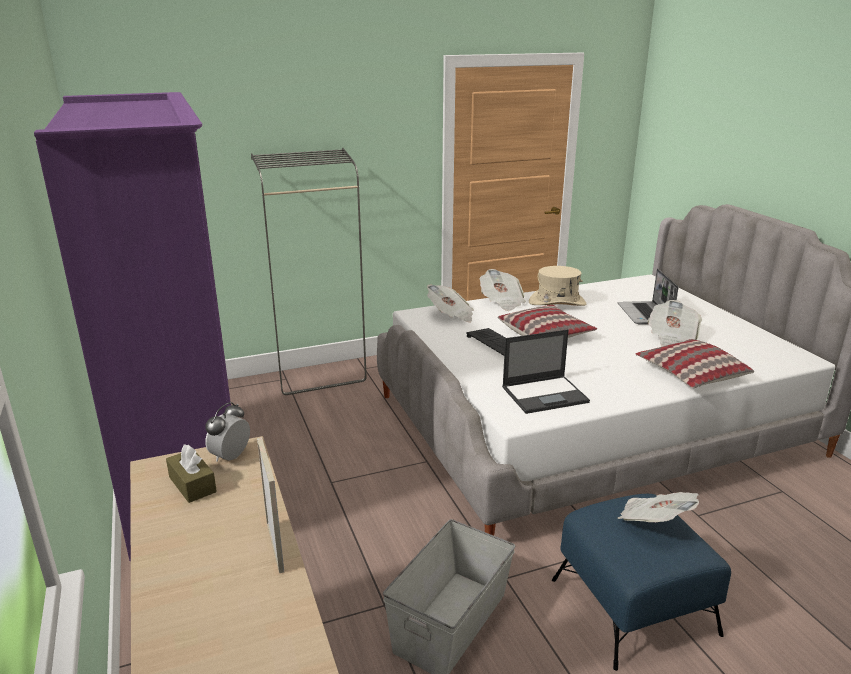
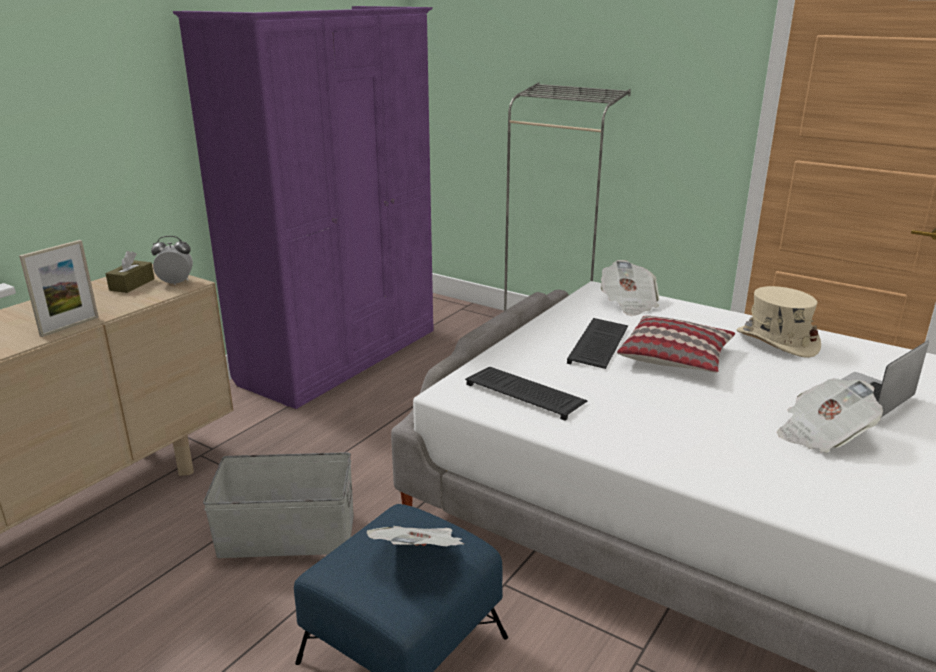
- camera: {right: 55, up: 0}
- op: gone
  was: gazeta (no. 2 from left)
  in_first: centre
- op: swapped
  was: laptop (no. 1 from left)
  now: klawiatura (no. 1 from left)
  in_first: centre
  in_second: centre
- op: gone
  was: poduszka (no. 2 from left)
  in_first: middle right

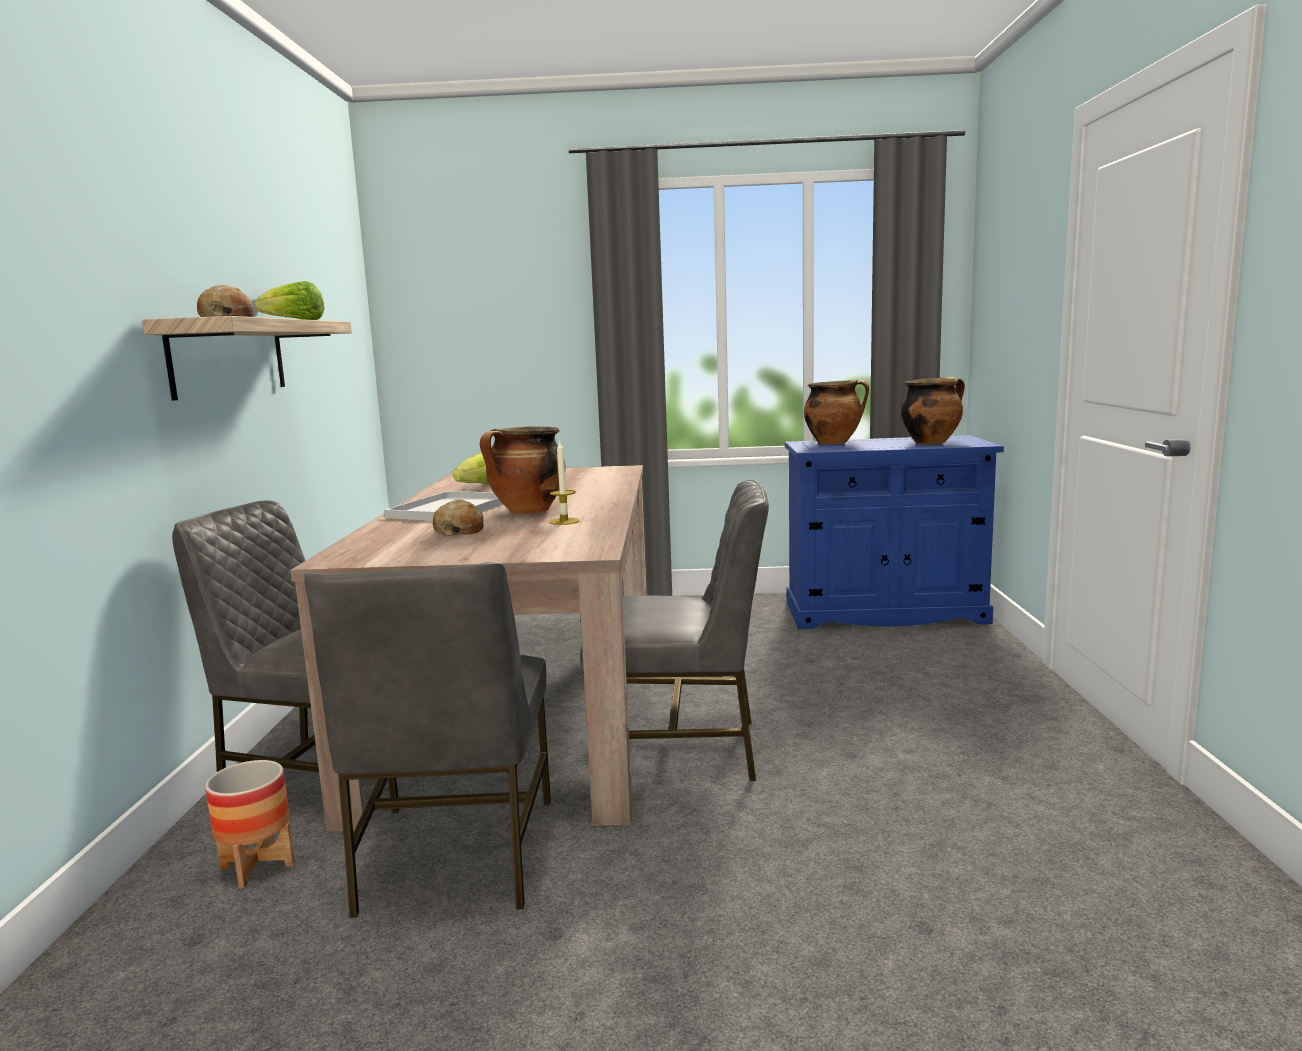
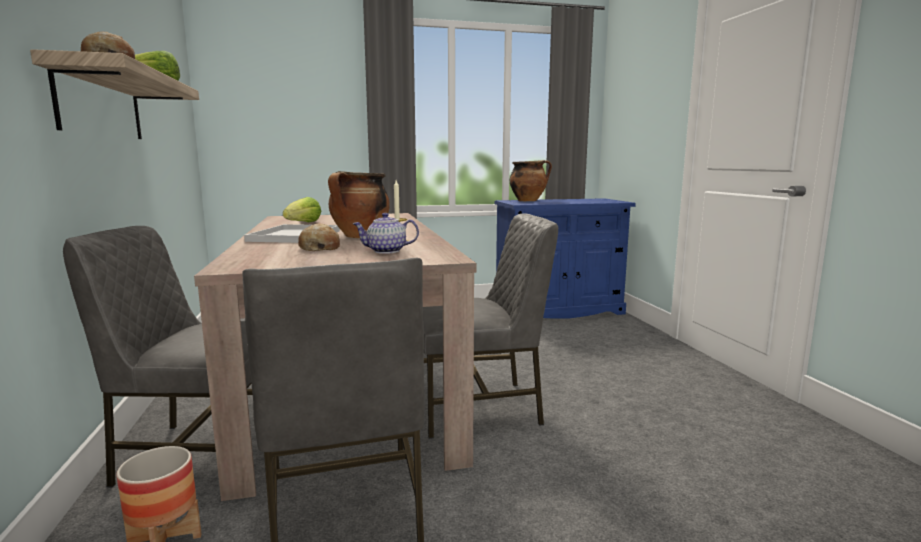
- camera: {right: -15, up: 0}
- op: gone
  was: garnek (no. 3 from left)
  in_first: middle right
- op: new
  now: imbryk
  in_second: centre

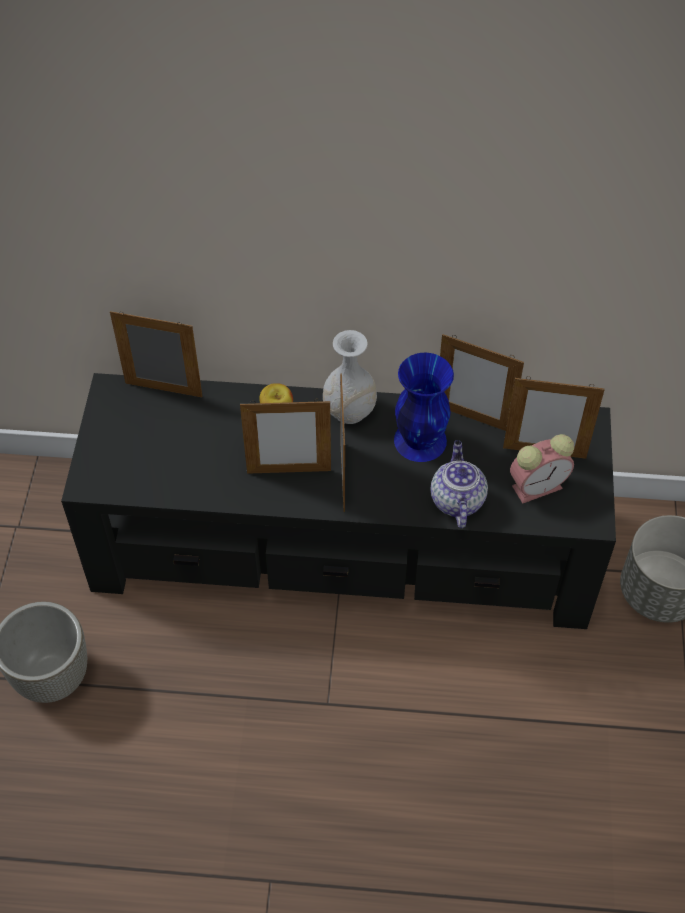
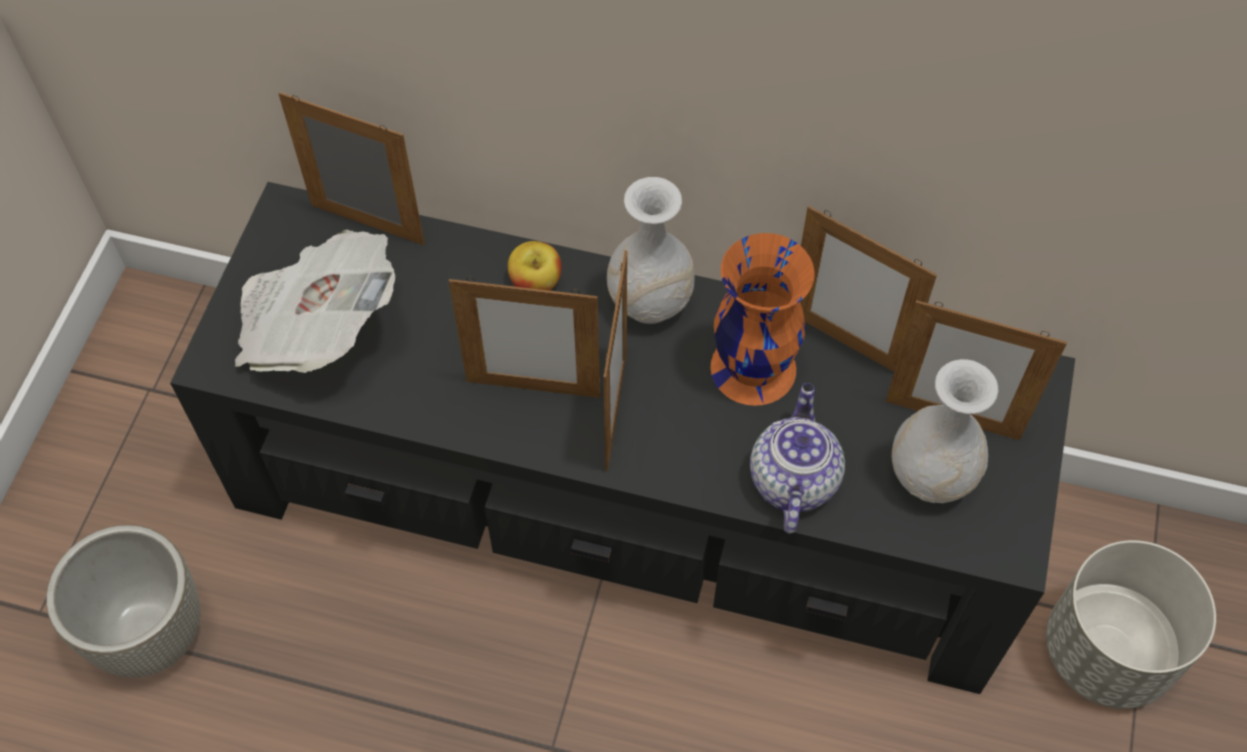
- camera: {right: 10, up: 5}
- op: repainted
  was: wazon/niebieski
  now: wazon/pomarańczowy
  in_first: centre
  in_second: centre
- op: swapped
  was: budzik
  now: wazon/biały (no. 2 from left)
  in_first: middle right
  in_second: middle right
- op: new
  now: gazeta
  in_second: middle left

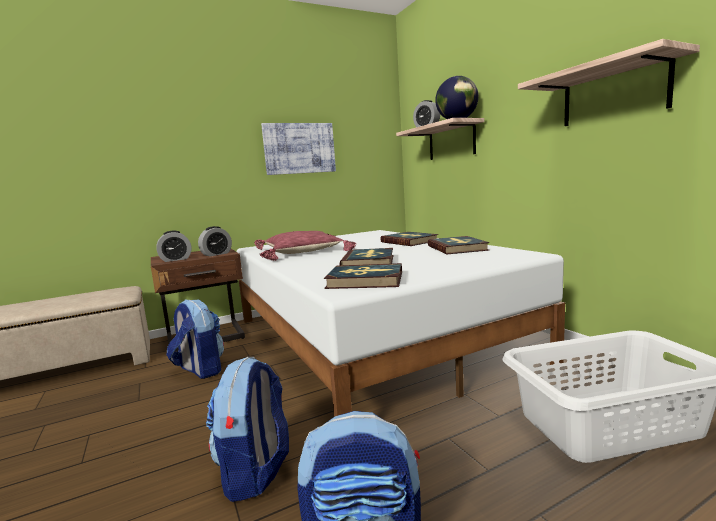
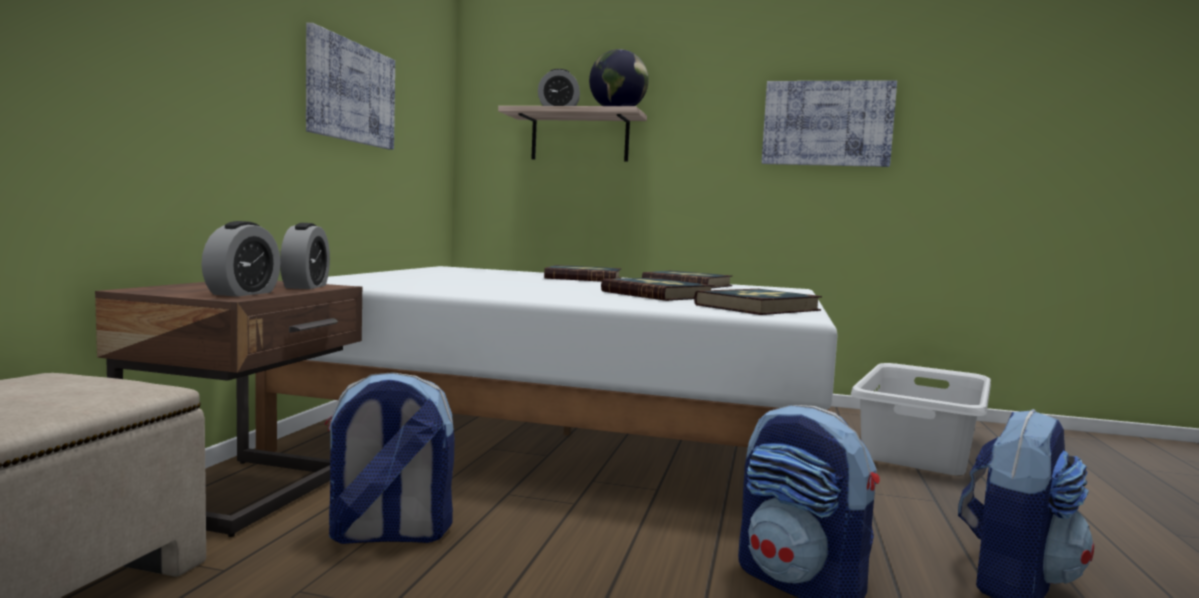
- camera: {right: -50, up: -5}
- op: swapped
  was: półka (no. 2 from left)
  now: obraz (no. 2 from left)
  in_first: top right
  in_second: top right
- op: gone
  was: poduszka/czerwony
  in_first: centre

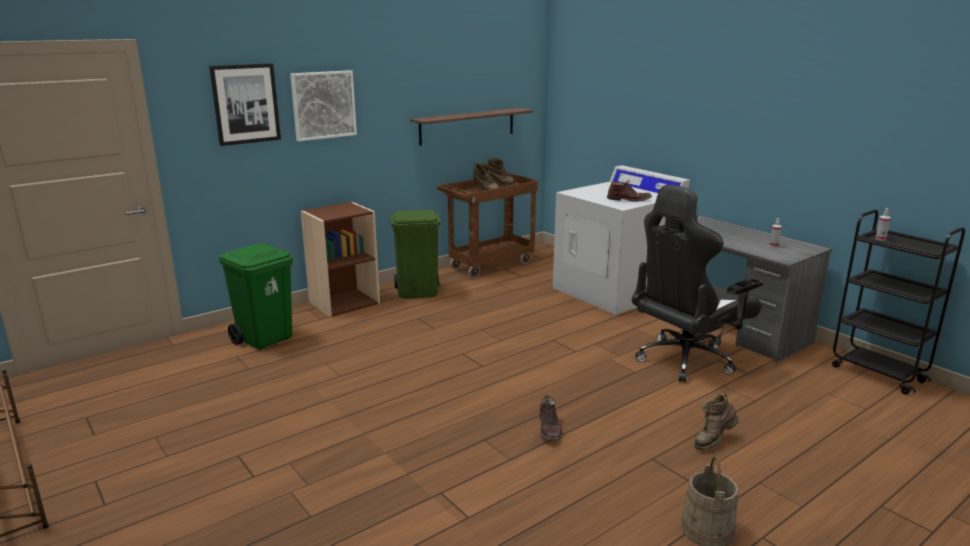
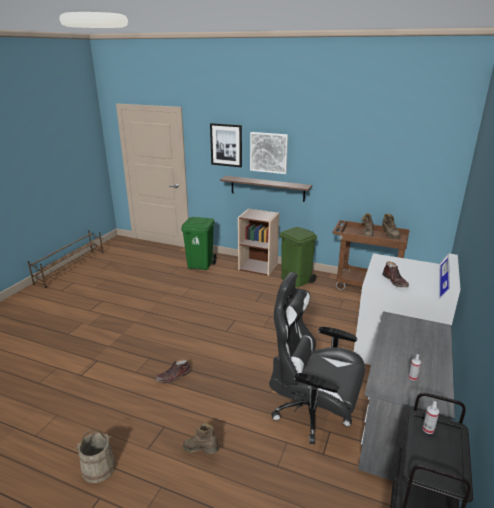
- camera: {right: 60, up: 5}
- op: shifted
  was: półka
  in_first: top centre
  in_second: centre

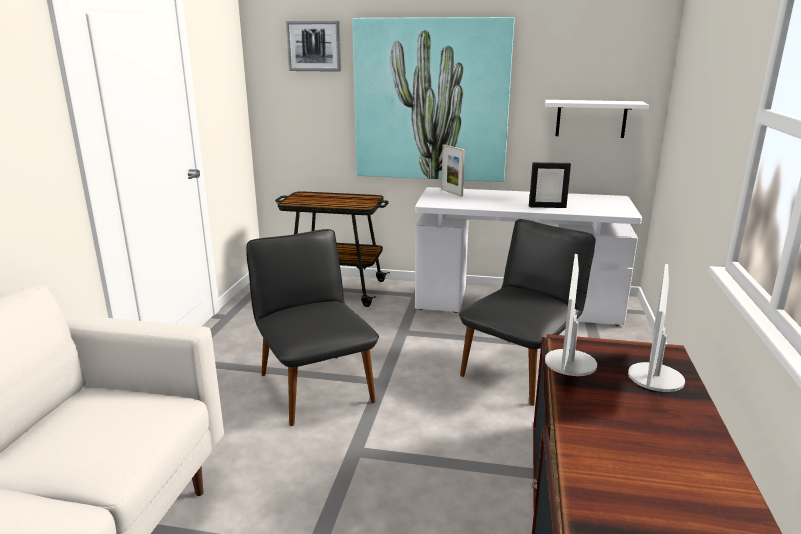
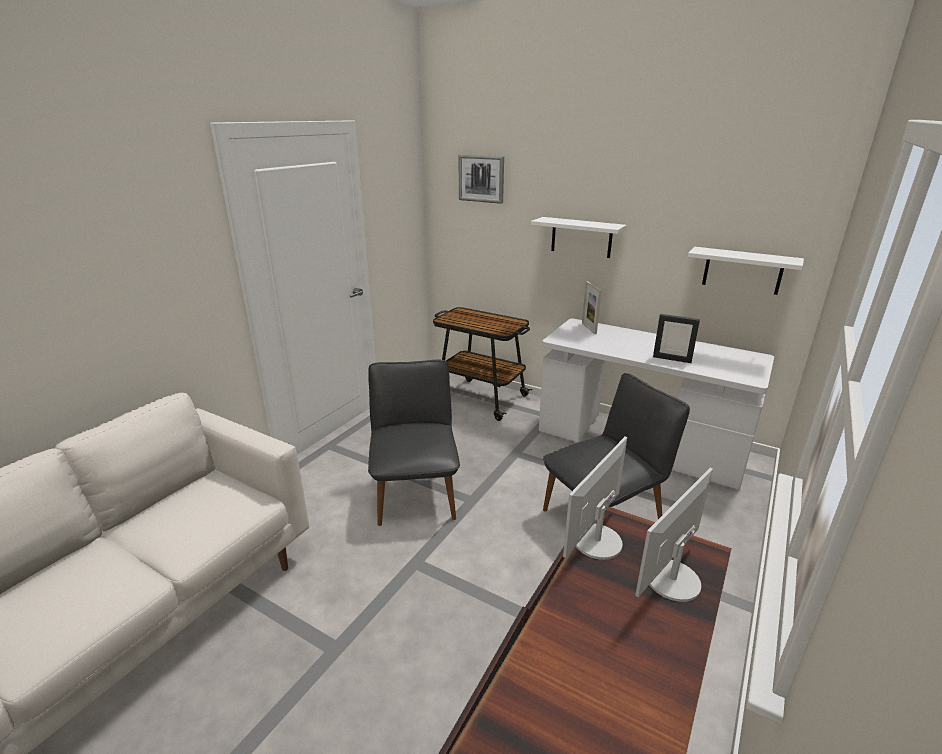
- camera: {right: 20, up: 5}
- op: swapped
  was: obraz (no. 2 from left)
  now: półka/biały (no. 1 from left)
  in_first: top centre
  in_second: top centre

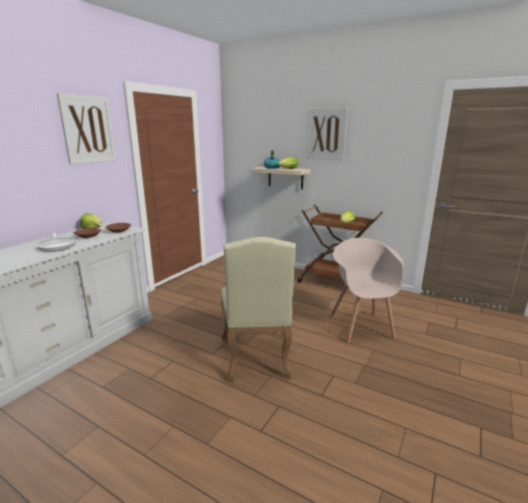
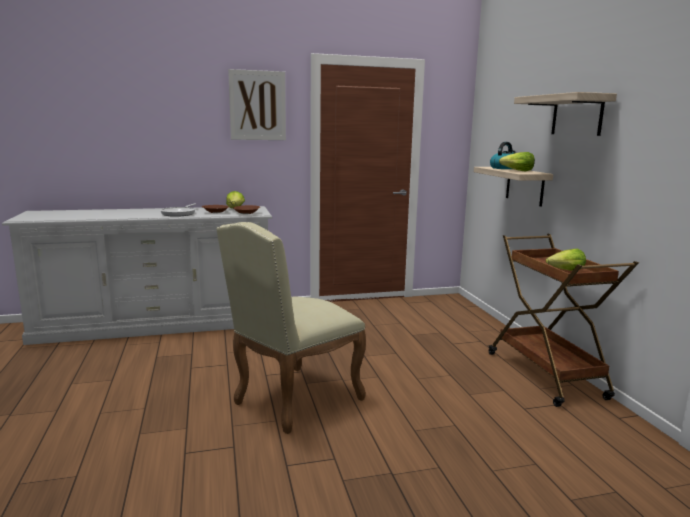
- camera: {right: 45, up: -5}
- op: swapped
  was: obraz (no. 2 from left)
  now: półka (no. 2 from left)
  in_first: top centre
  in_second: top right
- op: gone
  was: krzesło/beżowy (no. 2 from left)
  in_first: middle right

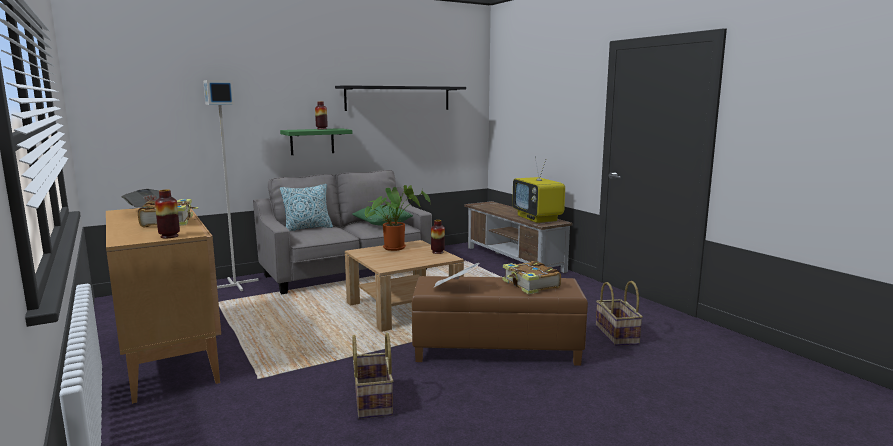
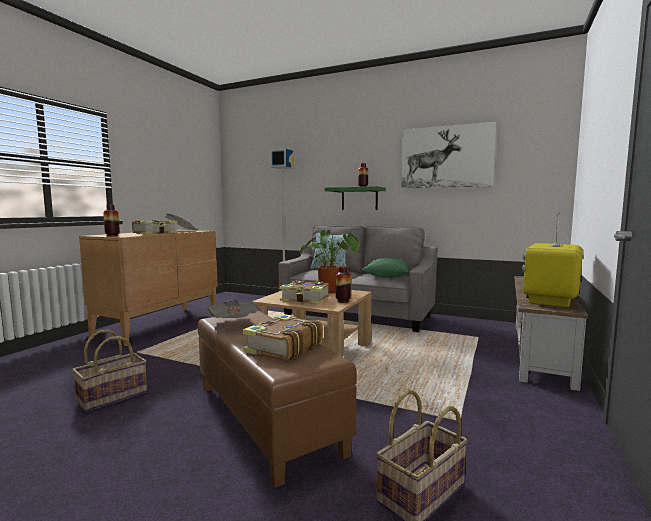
- camera: {right: 55, up: -5}
- op: swapped
  was: półka/czarny
  now: obraz
  in_first: top centre
  in_second: top right
- op: new
  now: książka (no. 3 from left)
  in_second: centre

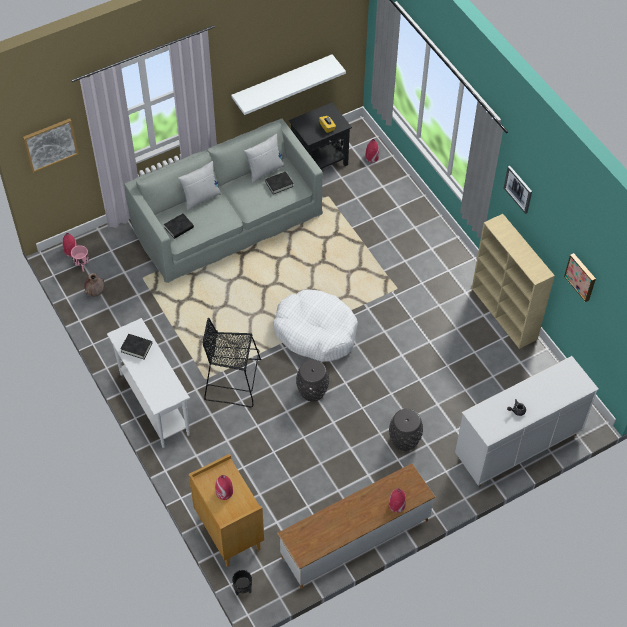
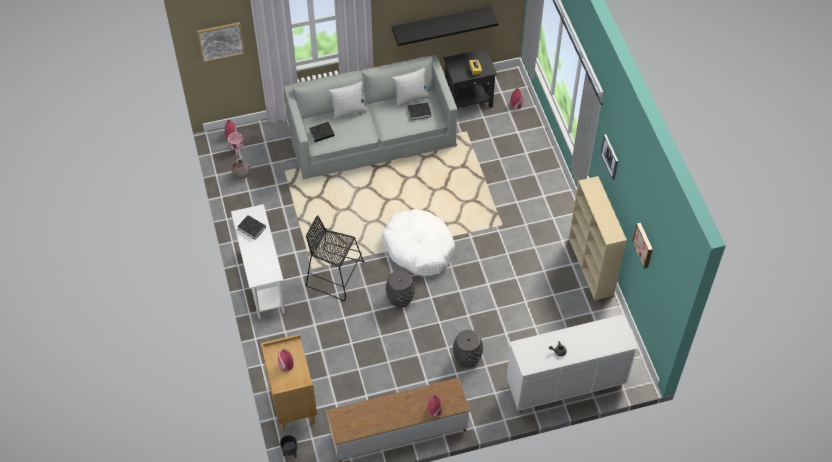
- camera: {right: 15, up: 0}
- op: repainted
  was: półka/biały
  now: półka/czarny
  in_first: top centre
  in_second: top centre

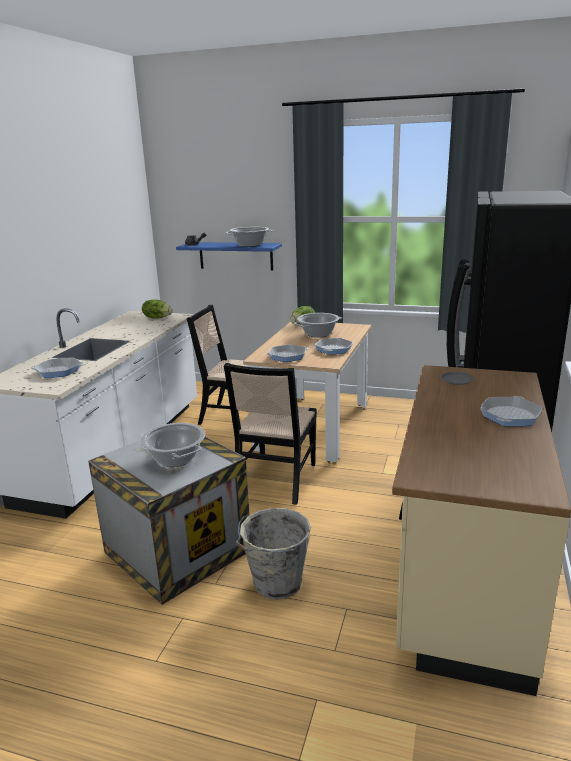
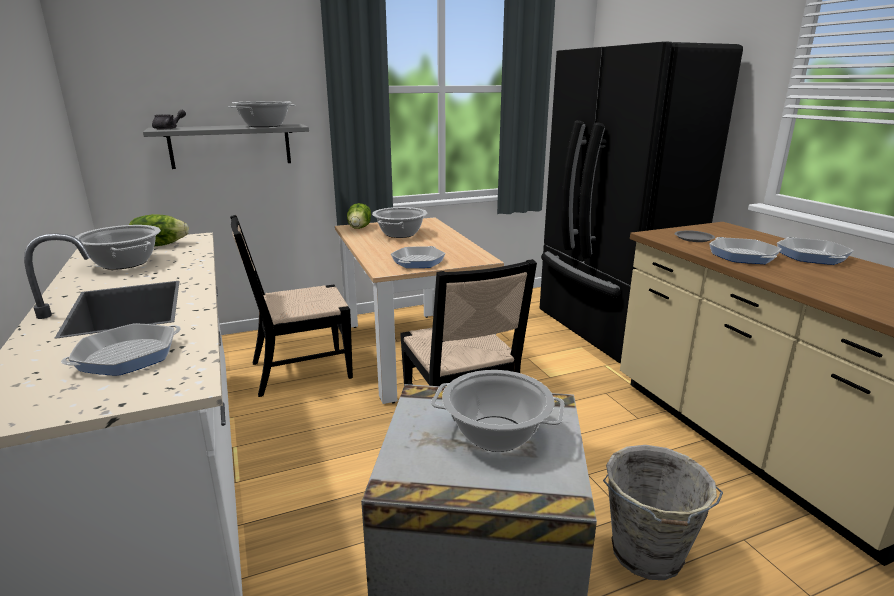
- camera: {right: -40, up: 0}
- op: repainted
  was: półka/niebieski
  now: półka/szary
  in_first: centre
  in_second: top left
- op: shifted
  was: patelnia (no. 3 from left)
  in_first: centre
  in_second: middle right
- op: new
  now: garnek (no. 1 from left)
  in_second: middle left

